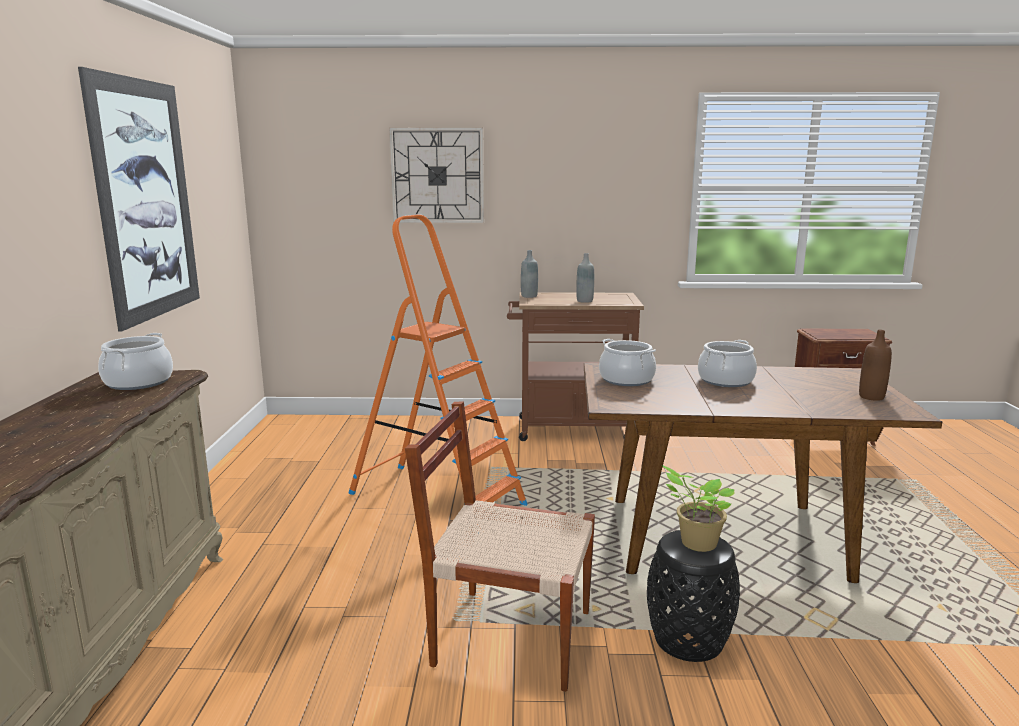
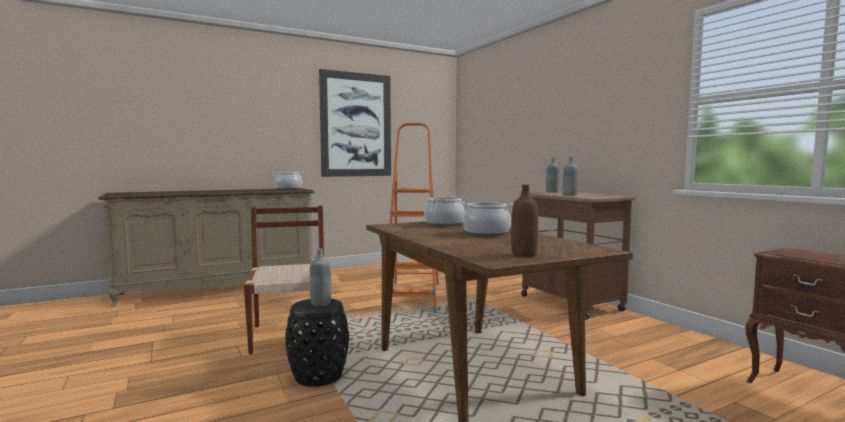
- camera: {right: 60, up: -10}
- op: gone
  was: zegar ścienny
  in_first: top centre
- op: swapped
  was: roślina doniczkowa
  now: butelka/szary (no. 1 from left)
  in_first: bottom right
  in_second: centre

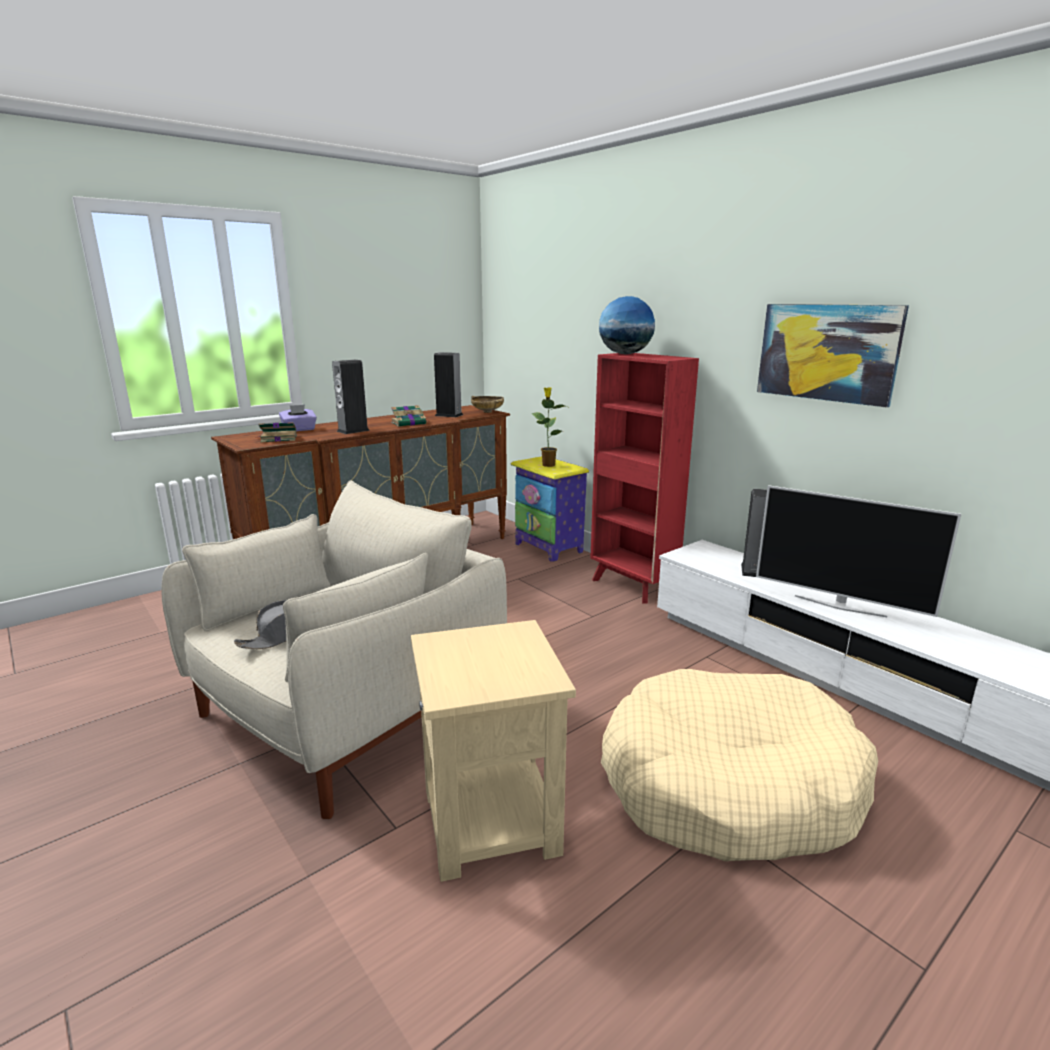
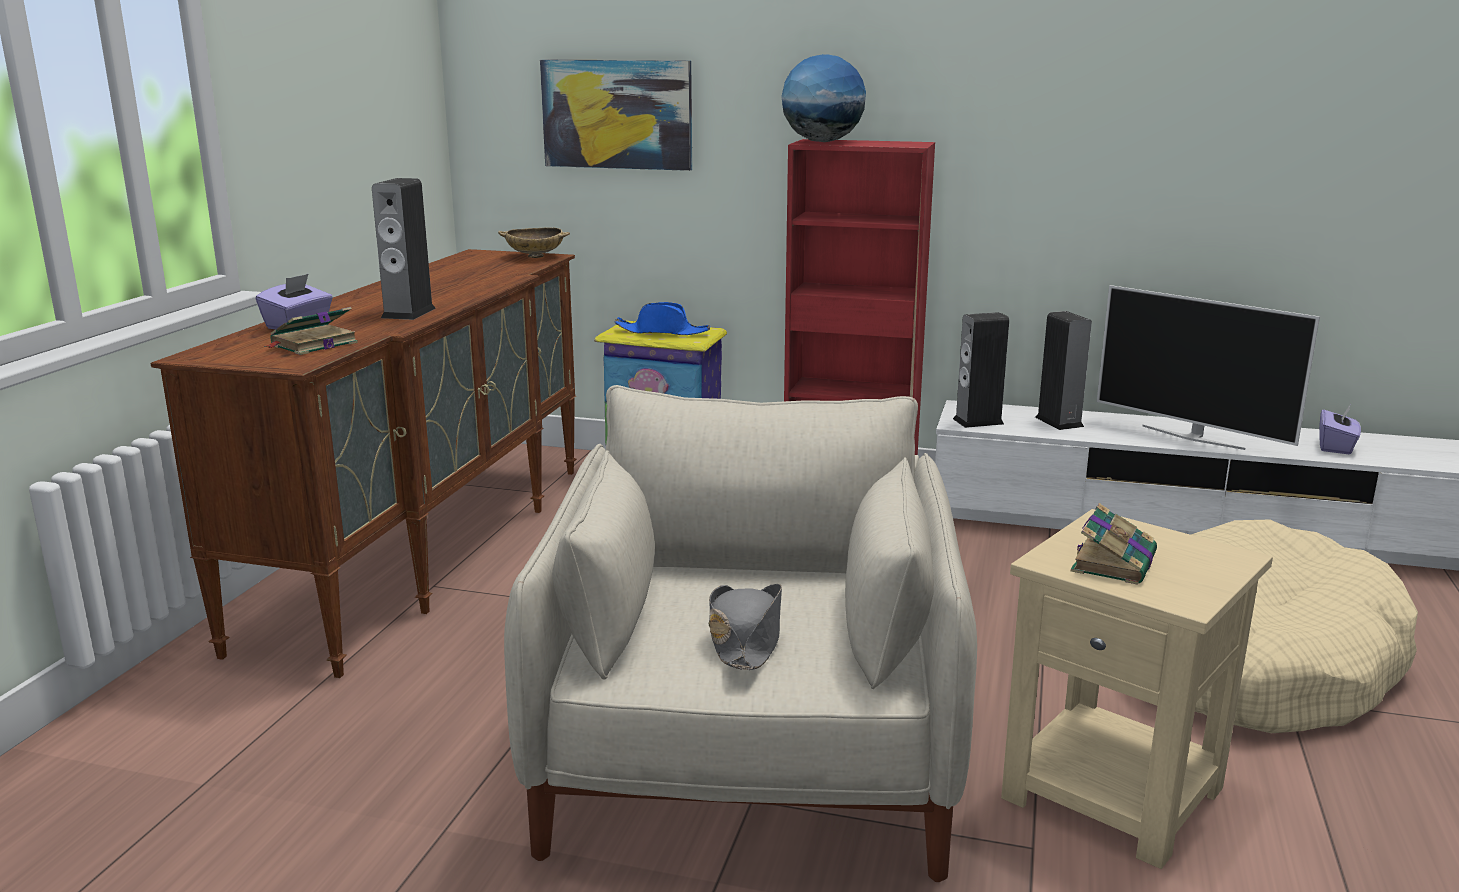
- camera: {right: -35, up: 0}
- op: shifted
  was: obraz
  in_first: middle right
  in_second: top centre
- op: shifted
  was: głośnik (no. 2 from left)
  in_first: centre
  in_second: middle right
- op: swapped
  was: roślina doniczkowa
  now: kapelusz/niebieski
  in_first: centre
  in_second: centre
- op: shifted
  was: książka (no. 2 from left)
  in_first: centre
  in_second: middle right
- op: rotated
  was: telewizor
  in_first: middle right
  in_second: middle right
  clockwise: 45
- op: new
  now: pudełko chusteczek/fioletowy (no. 2 from left)
  in_second: middle right

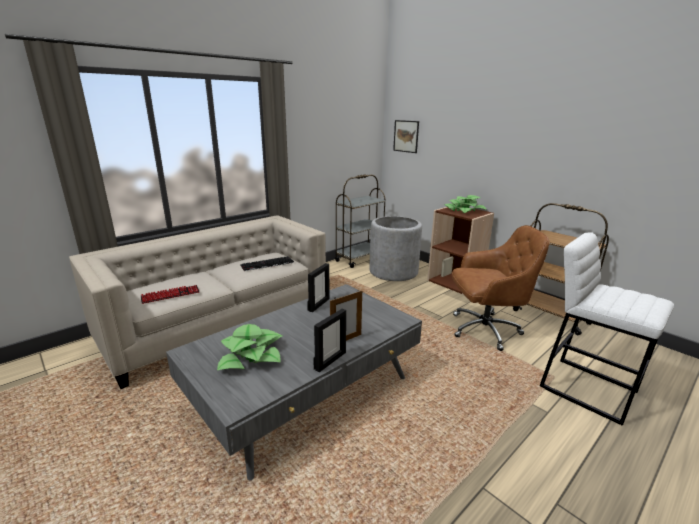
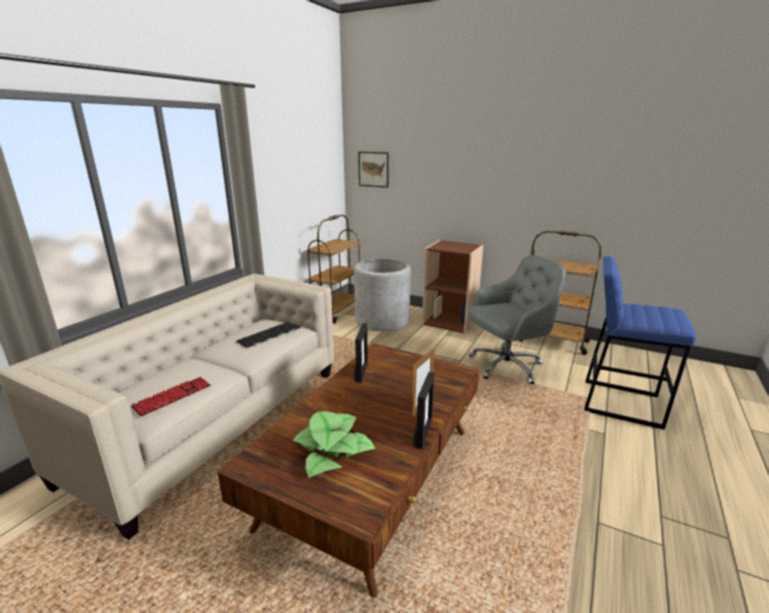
- camera: {right: -20, up: 0}
- op: repainted
  was: wózek/szary
  now: wózek/brązowy (no. 1 from left)
  in_first: centre
  in_second: centre
- op: gone
  was: roślina doniczkowa (no. 2 from left)
  in_first: centre
- op: repainted
  was: krzesło biurowe/brązowy
  now: krzesło biurowe/szary
  in_first: middle right
  in_second: middle right
- op: repainted
  was: stołek/biały
  now: stołek/niebieski
  in_first: middle right
  in_second: middle right
- op: repainted
  was: ława/szary
  now: ława/brązowy
  in_first: bottom centre
  in_second: bottom centre

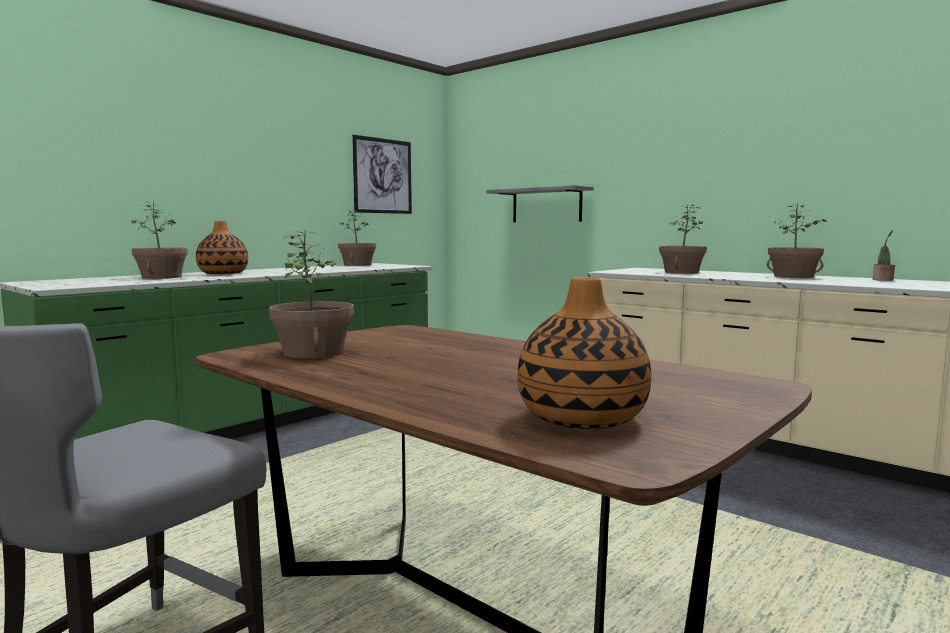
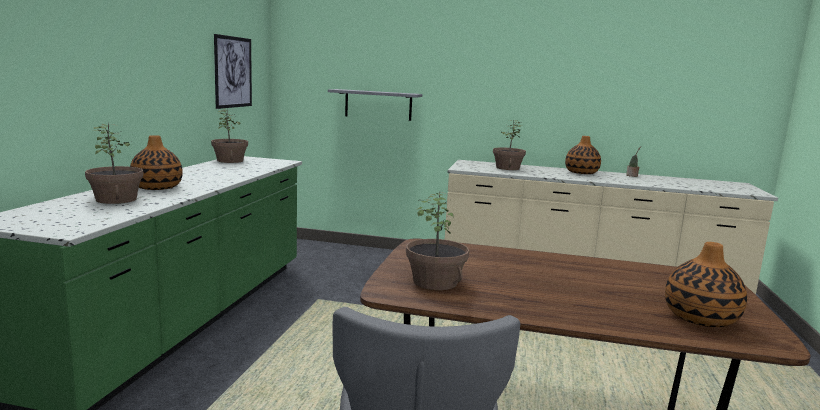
- camera: {right: -30, up: 5}
- op: swapped
  was: roślina doniczkowa (no. 5 from left)
  now: wazon (no. 2 from left)
  in_first: middle right
  in_second: middle right

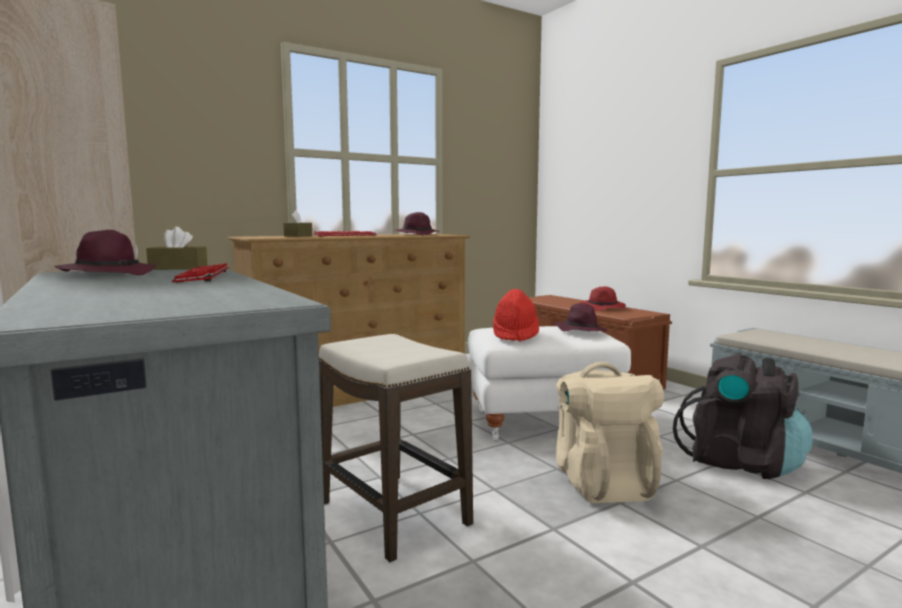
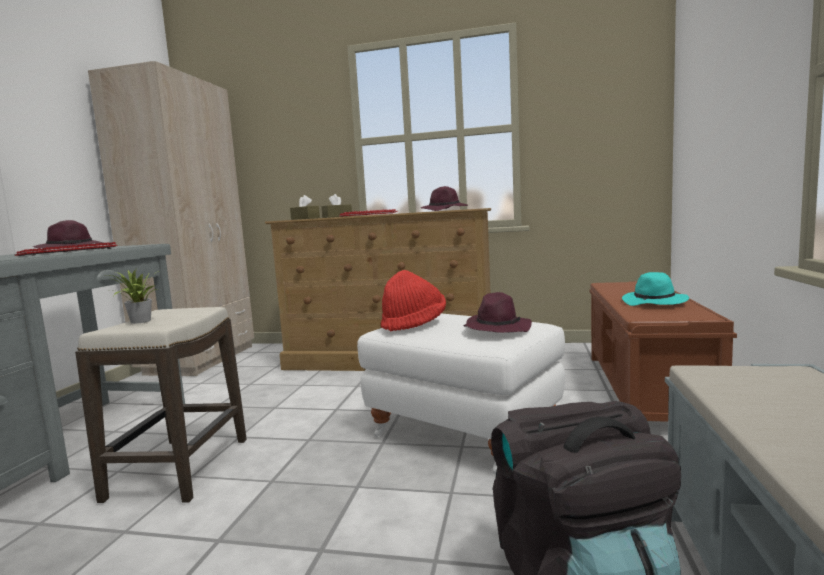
- camera: {right: 45, up: 0}
- op: shifted
  was: pudełko chusteczek/brązowy (no. 1 from left)
  in_first: middle left
  in_second: centre
- op: repainted
  was: kapelusz/czerwony (no. 2 from left)
  now: kapelusz/turkusowy
  in_first: middle right
  in_second: middle right
- op: gone
  was: plecak/beżowy
  in_first: bottom right
- op: new
  now: roślina doniczkowa
  in_second: middle left

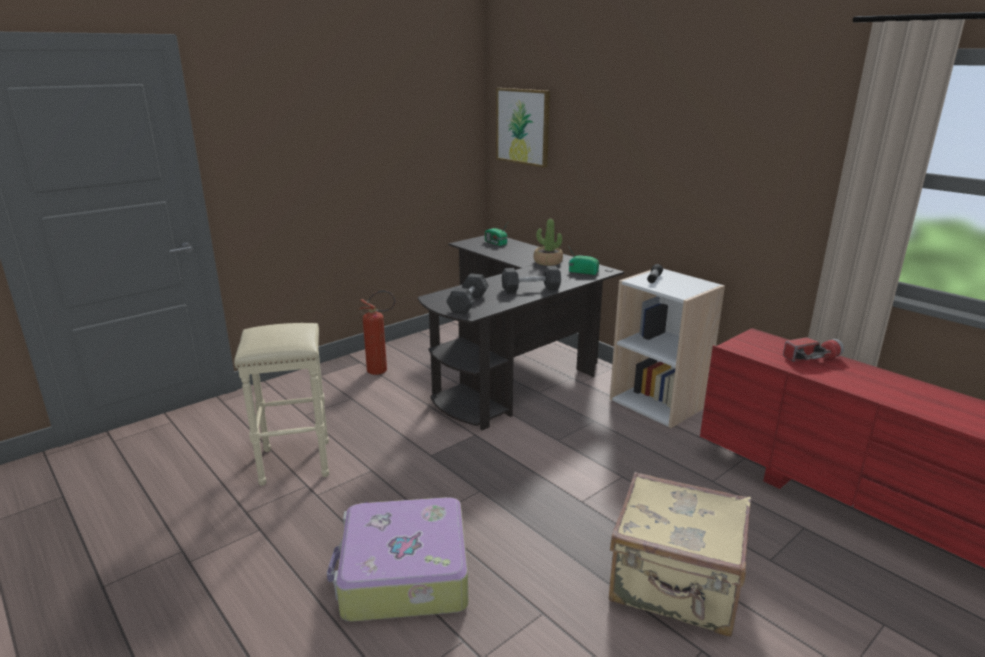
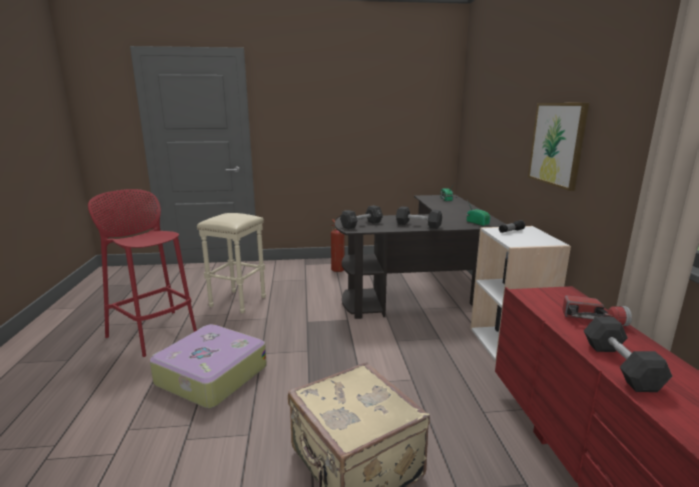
- camera: {right: 35, up: -5}
- op: shifted
  was: obraz
  in_first: top centre
  in_second: top right
- op: gone
  was: roślina doniczkowa
  in_first: centre
- op: new
  now: stołek/czerwony
  in_second: middle left
- op: new
  now: hantel/czarny (no. 3 from left)
  in_second: bottom right

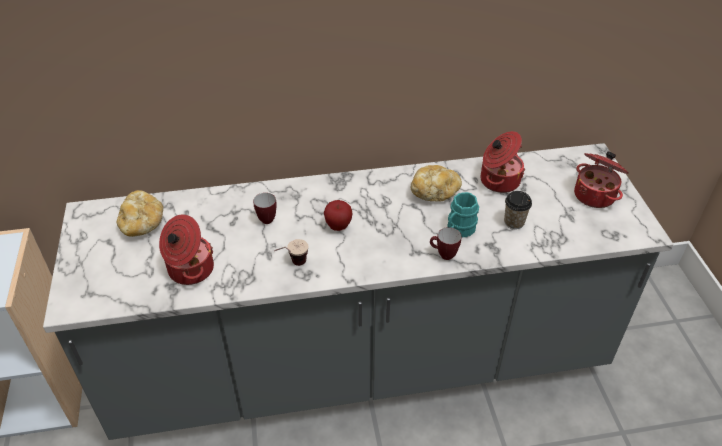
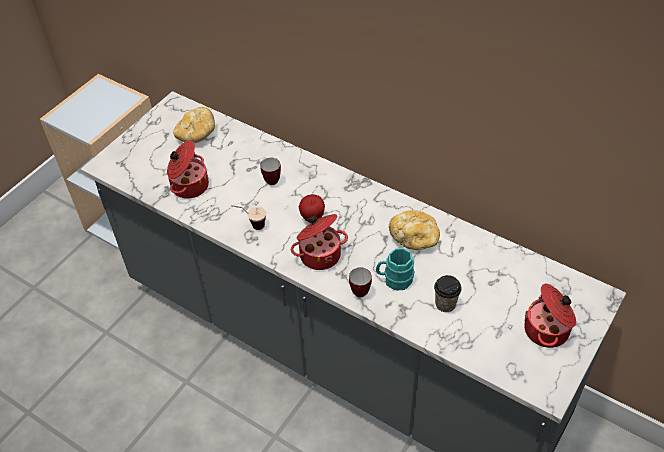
- camera: {right: 45, up: 5}
- op: shifted
  was: garnek (no. 2 from left)
  in_first: middle right
  in_second: centre

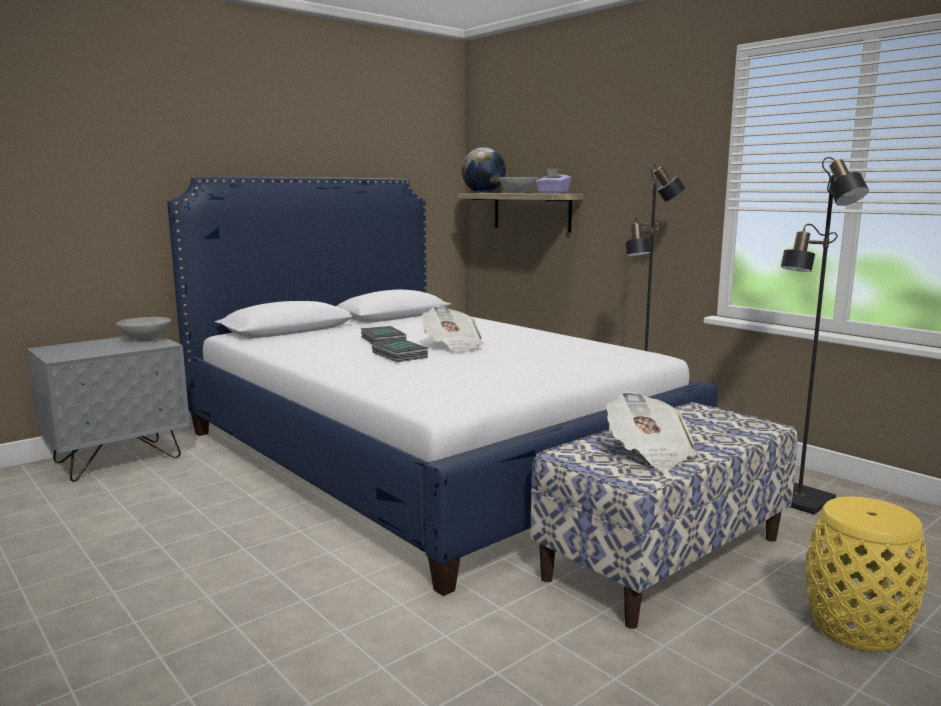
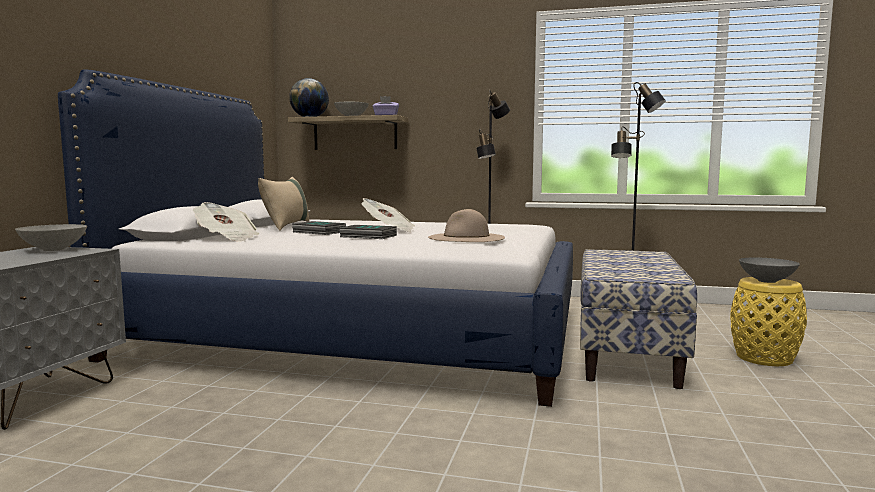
- camera: {right: -35, up: -5}
- op: shifted
  was: gazeta (no. 2 from left in the first image)
  now: gazeta (no. 1 from left)
  in_first: middle right
  in_second: middle left
- op: new
  now: poduszka/beżowy
  in_second: middle left
- op: new
  now: kapelusz/beżowy
  in_second: centre
- op: new
  now: miska/szary (no. 3 from left)
  in_second: middle right

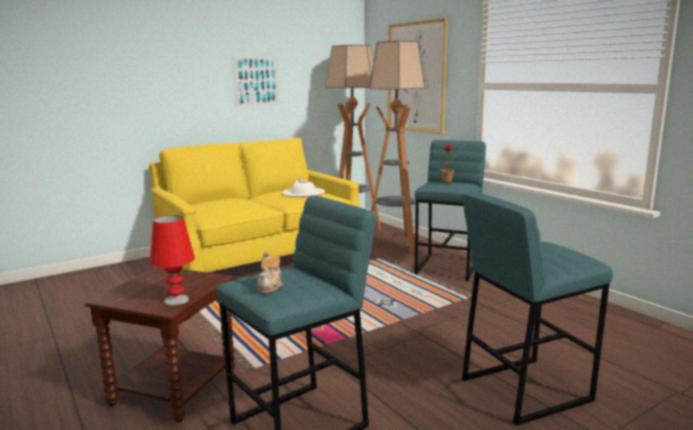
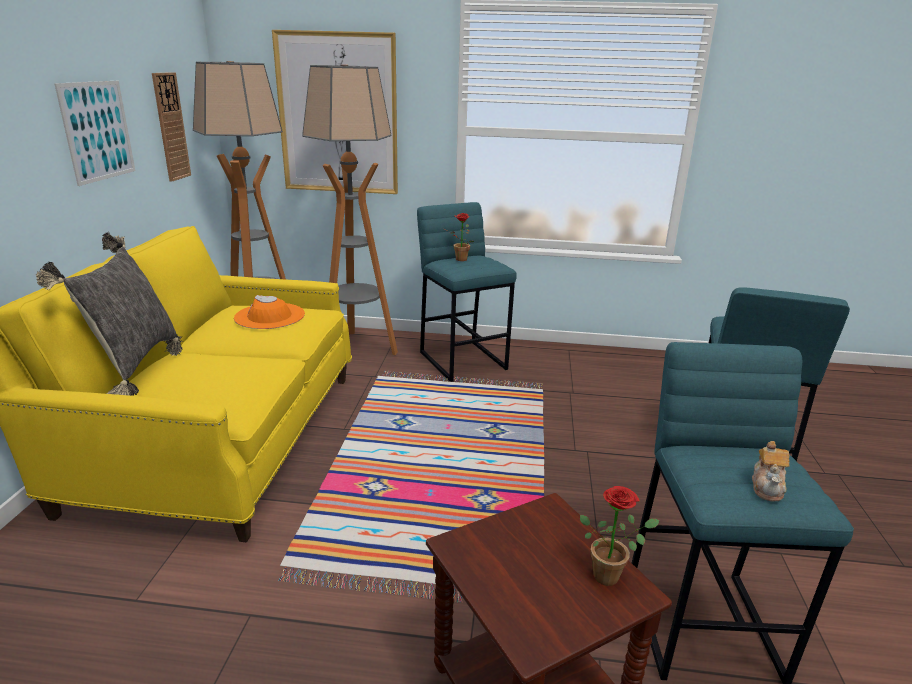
- camera: {right: -50, up: 10}
- op: repainted
  was: kapelusz/biały
  now: kapelusz/pomarańczowy
  in_first: centre
  in_second: middle left
- op: swapped
  was: lampa stołowa/czerwony
  now: roślina doniczkowa (no. 2 from left)
  in_first: middle left
  in_second: bottom right
- op: rotated
  was: imbryk
  in_first: centre
  in_second: bottom right
  clockwise: 60
- op: new
  now: zegar ścienny
  in_second: top left
- op: new
  now: poduszka
  in_second: middle left

